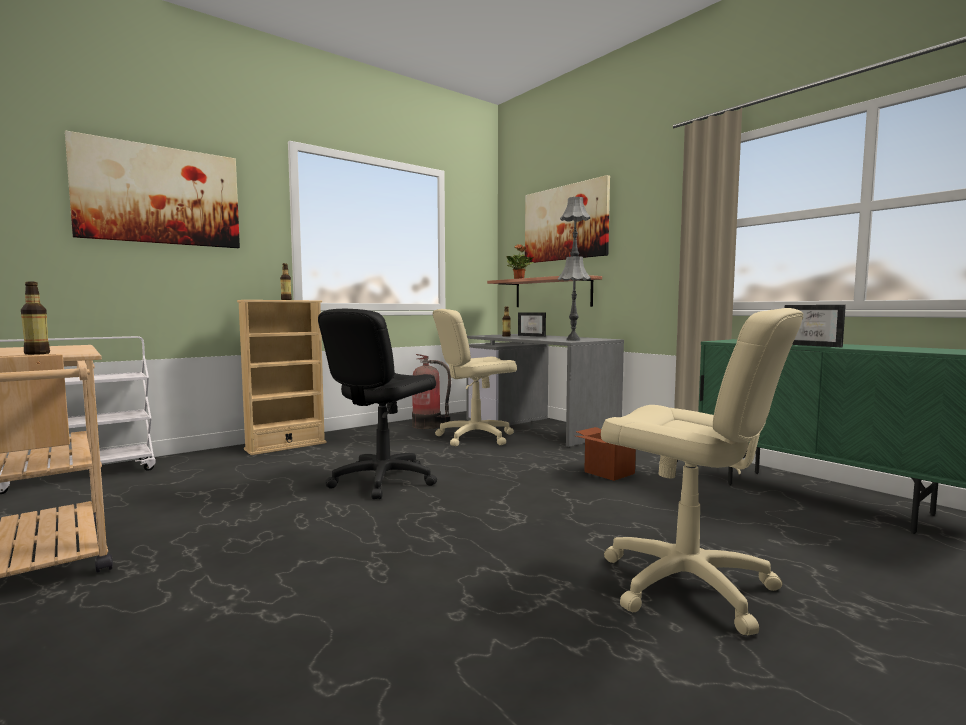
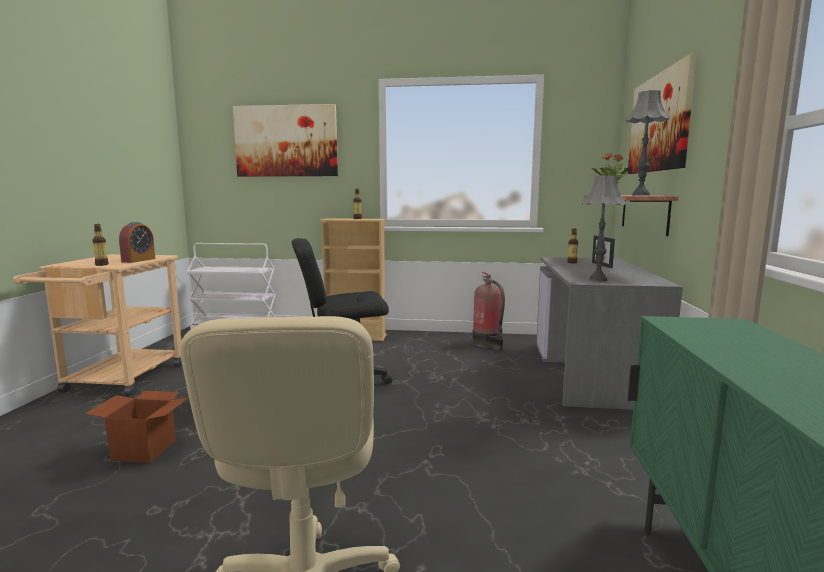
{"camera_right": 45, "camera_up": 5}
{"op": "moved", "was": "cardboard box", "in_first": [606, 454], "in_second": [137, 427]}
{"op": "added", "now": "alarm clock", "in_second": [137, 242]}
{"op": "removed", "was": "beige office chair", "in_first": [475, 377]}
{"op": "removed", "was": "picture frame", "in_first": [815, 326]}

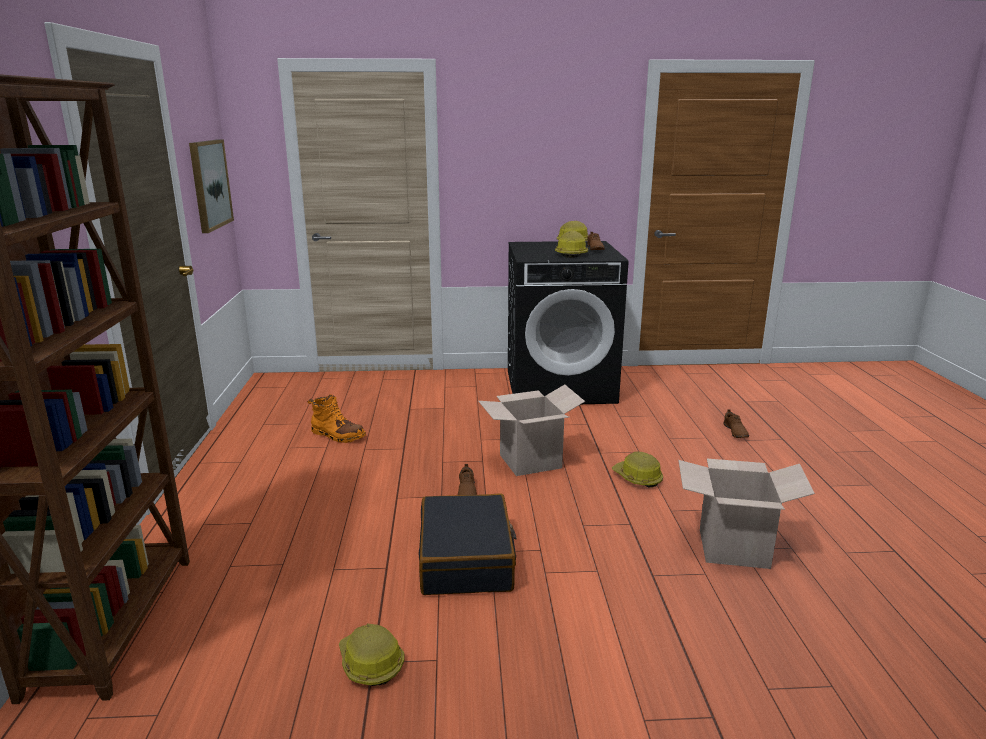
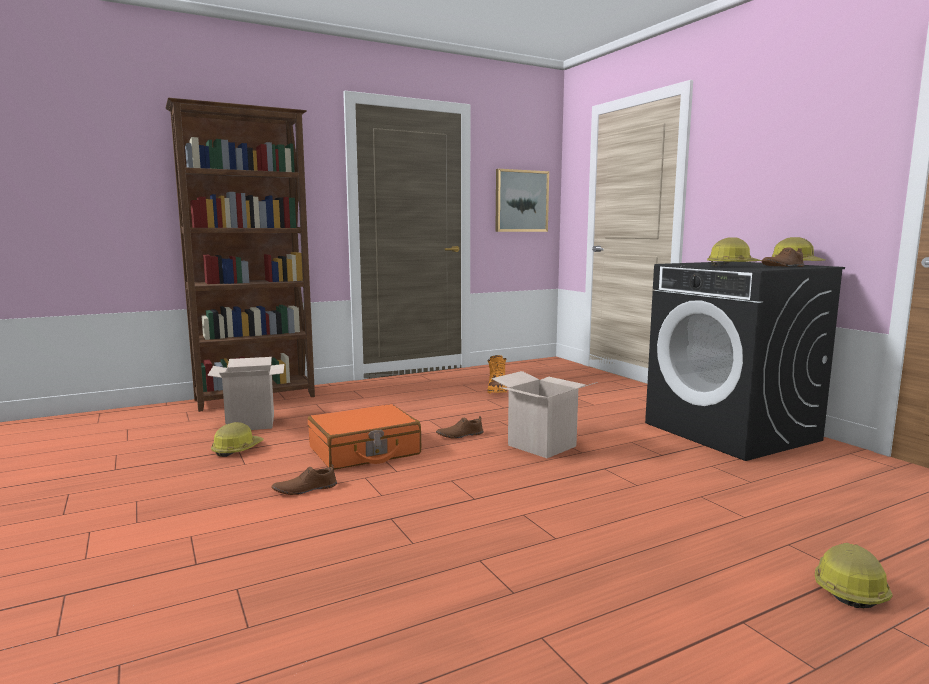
{"camera_right": 65, "camera_up": -10}
{"op": "moved", "was": "cardboard box", "in_first": [746, 514], "in_second": [245, 393]}
{"op": "moved", "was": "brown shoe", "in_first": [736, 423], "in_second": [304, 479]}
{"op": "recoloured", "was": "black suitcase", "now": "orange suitcase", "in_first": [467, 544], "in_second": [364, 437]}
{"op": "moved", "was": "hard hat", "in_first": [637, 469], "in_second": [854, 575]}

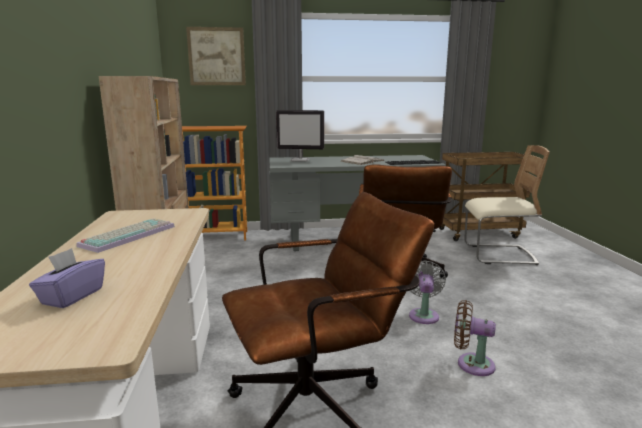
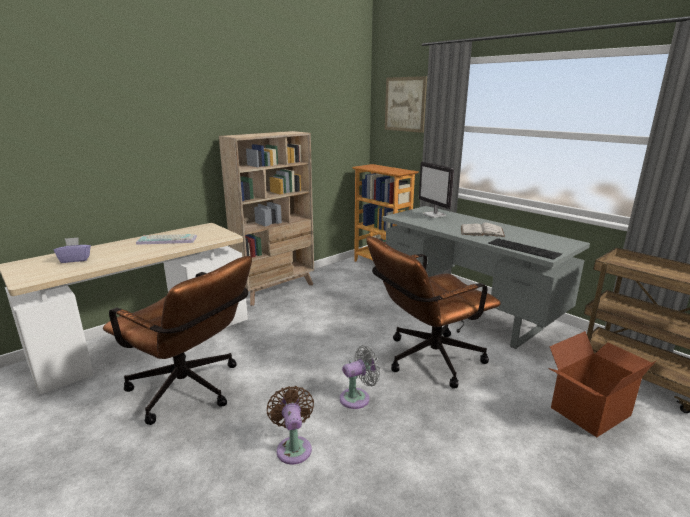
{"camera_right": 55, "camera_up": 5}
{"op": "replaced", "was": "beige chair", "now": "cardboard box", "in_first": [507, 205], "in_second": [602, 384]}

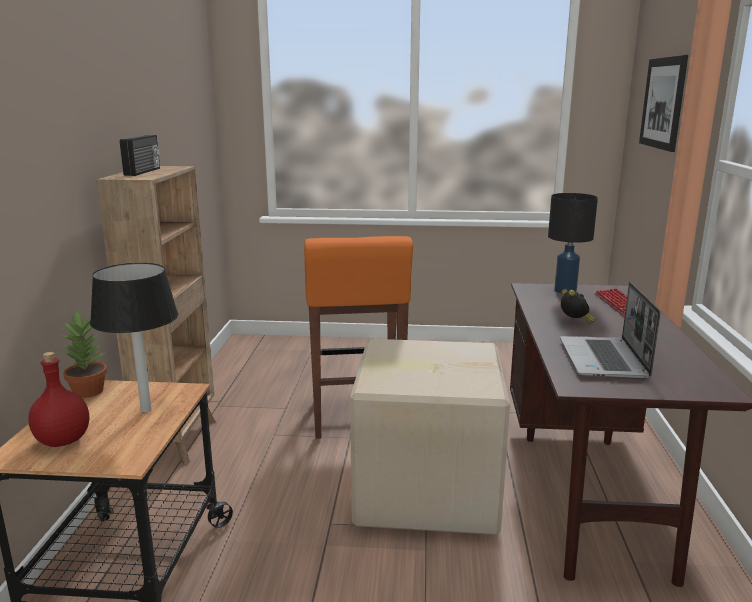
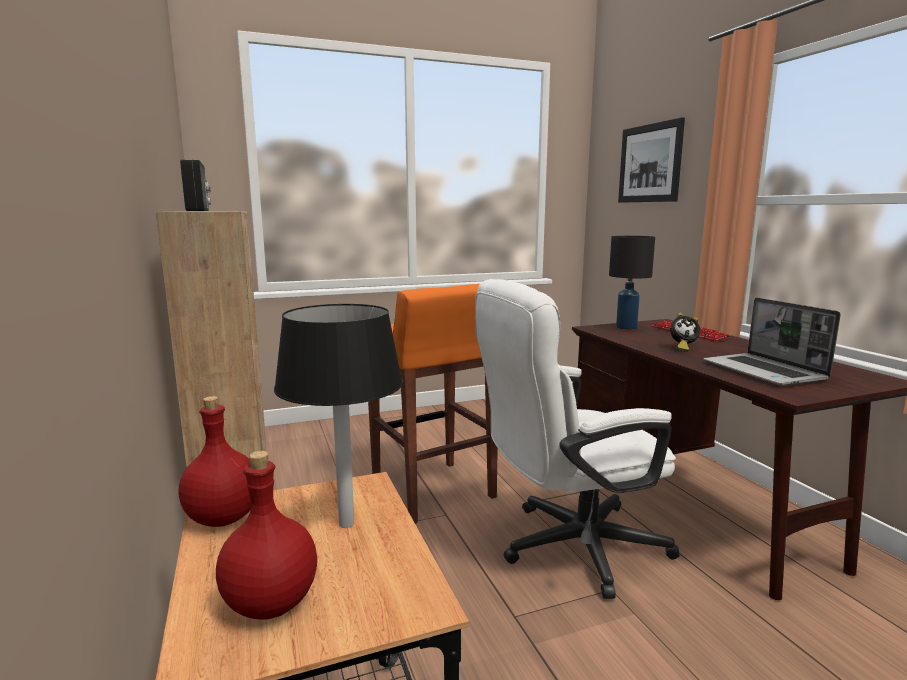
{"camera_right": -25, "camera_up": -5}
{"op": "replaced", "was": "potted plant", "now": "red bottle", "in_first": [83, 354], "in_second": [215, 461]}
{"op": "replaced", "was": "cardboard box", "now": "white office chair", "in_first": [430, 437], "in_second": [577, 439]}
{"op": "turned", "was": "alarm clock", "in_first": [578, 305], "in_second": [685, 332], "clockwise": 135}

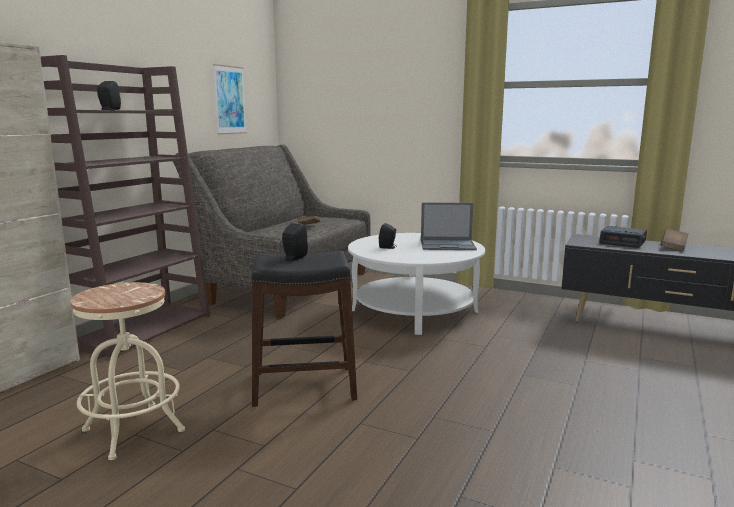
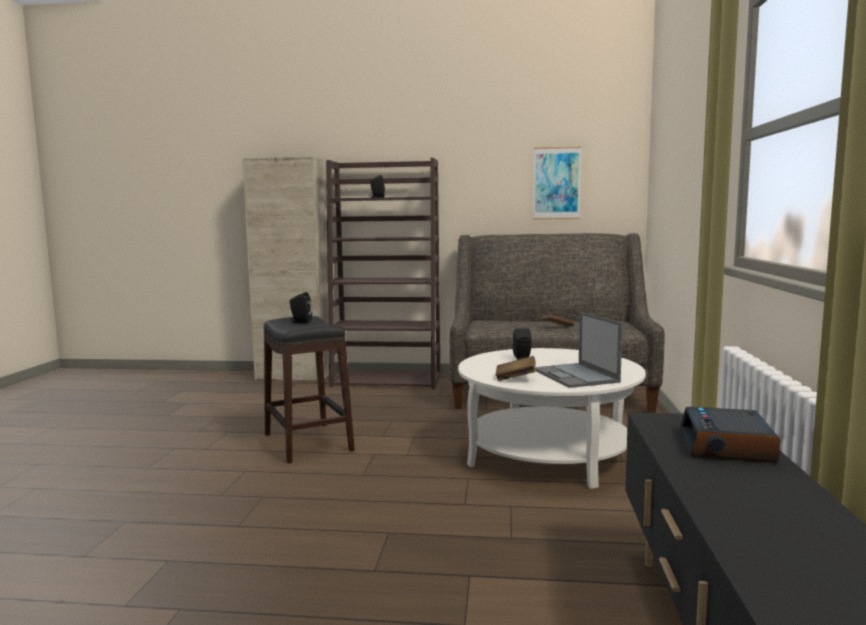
{"camera_right": 70, "camera_up": -5}
{"op": "moved", "was": "brown book", "in_first": [674, 240], "in_second": [515, 368]}
{"op": "removed", "was": "beige stool", "in_first": [127, 371]}

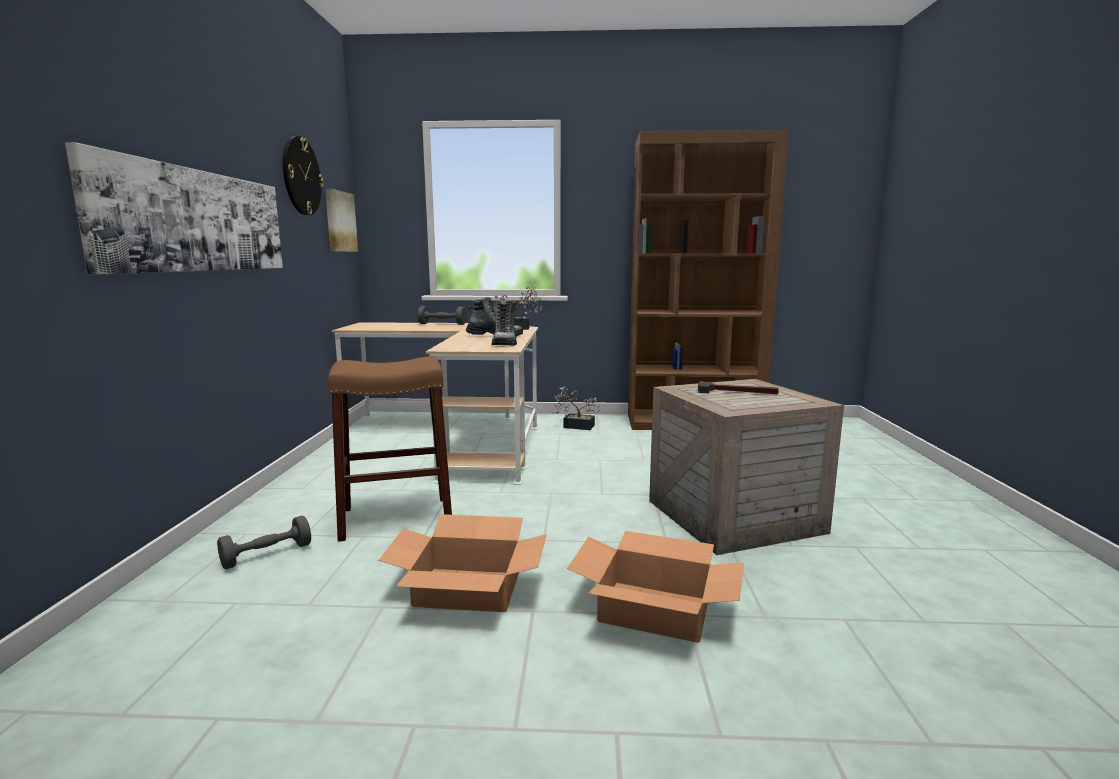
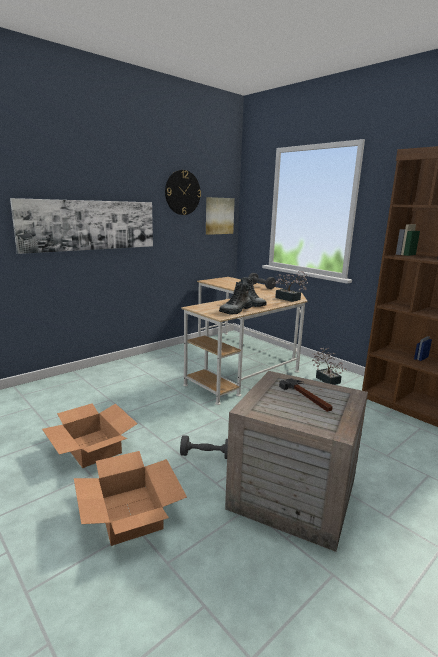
{"camera_right": 45, "camera_up": 5}
{"op": "moved", "was": "grey dumbbell", "in_first": [264, 542], "in_second": [204, 447]}
{"op": "removed", "was": "brown stool", "in_first": [390, 449]}

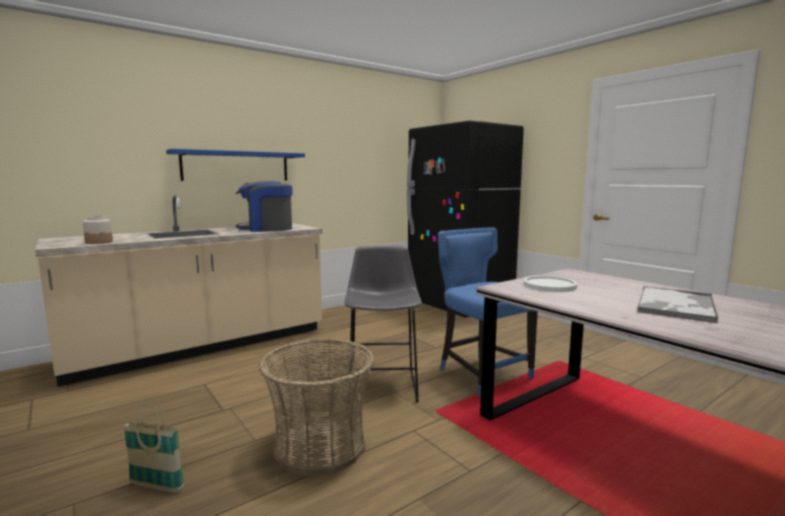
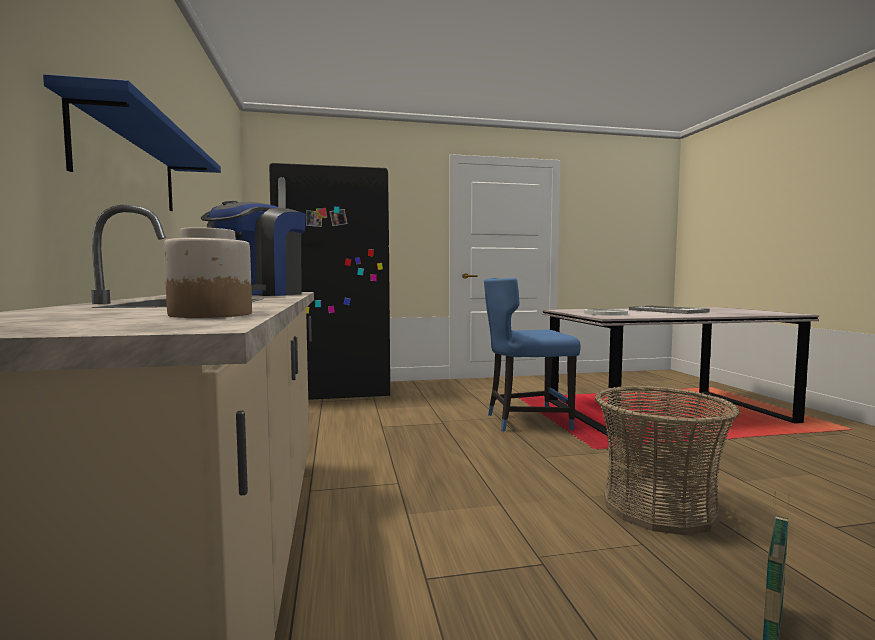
{"camera_right": -65, "camera_up": -5}
{"op": "removed", "was": "grey stool", "in_first": [383, 323]}

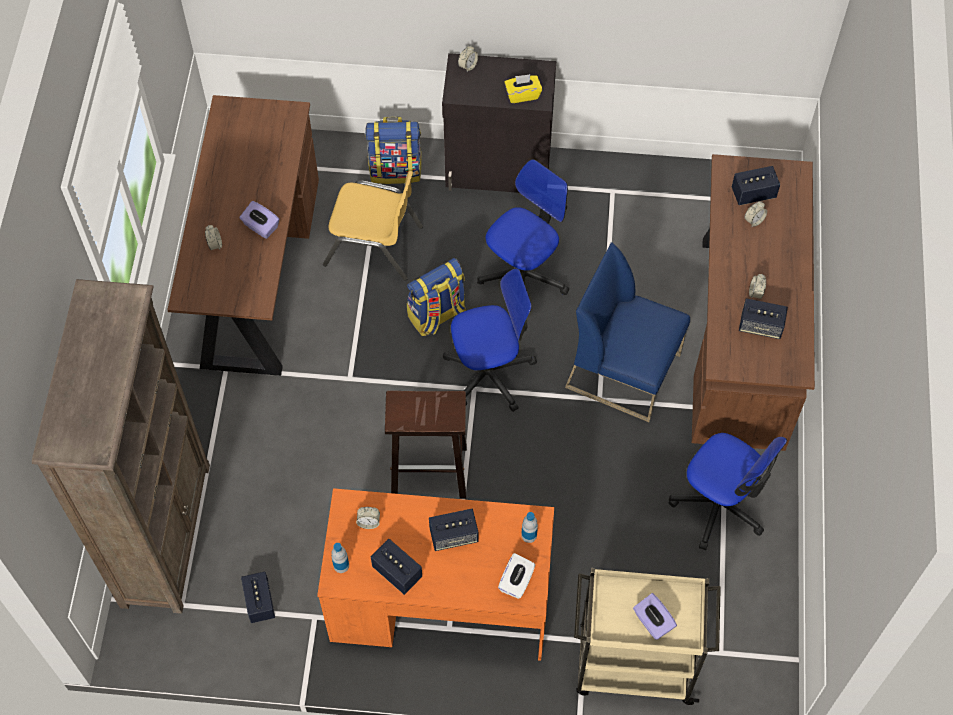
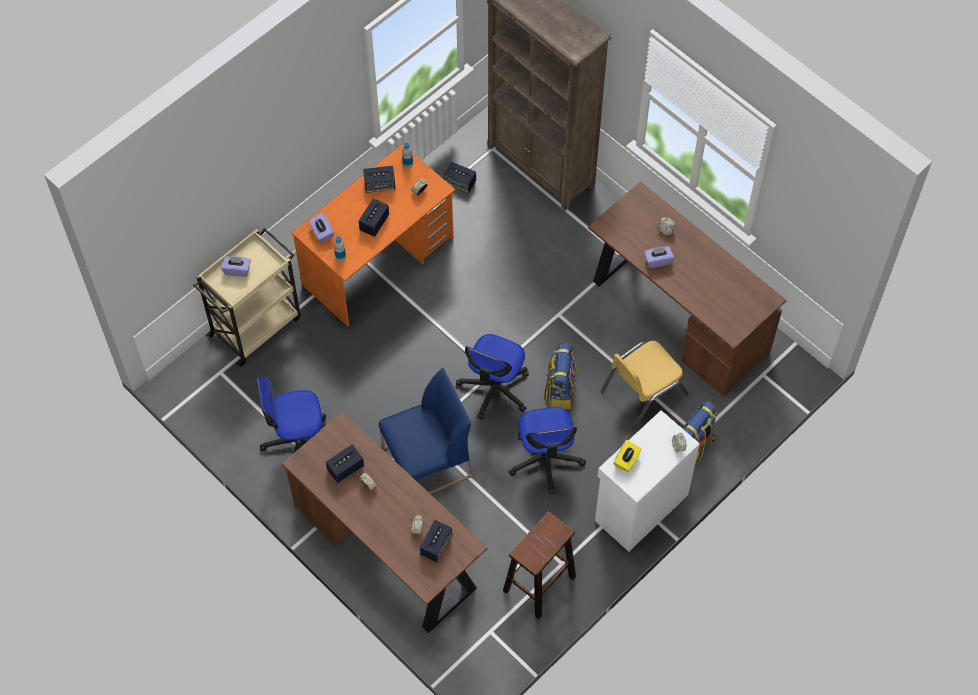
{"camera_right": 130, "camera_up": 0}
{"op": "recoloured", "was": "white tissue box", "now": "purple tissue box", "in_first": [516, 576], "in_second": [321, 227]}
{"op": "moved", "was": "brown stool", "in_first": [426, 445], "in_second": [539, 565]}
{"op": "recoloured", "was": "black cabinet", "now": "white cabinet", "in_first": [499, 123], "in_second": [647, 481]}

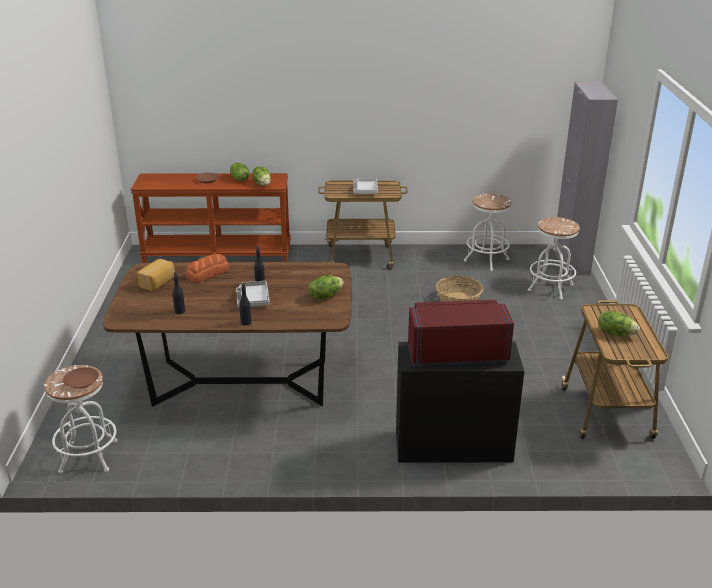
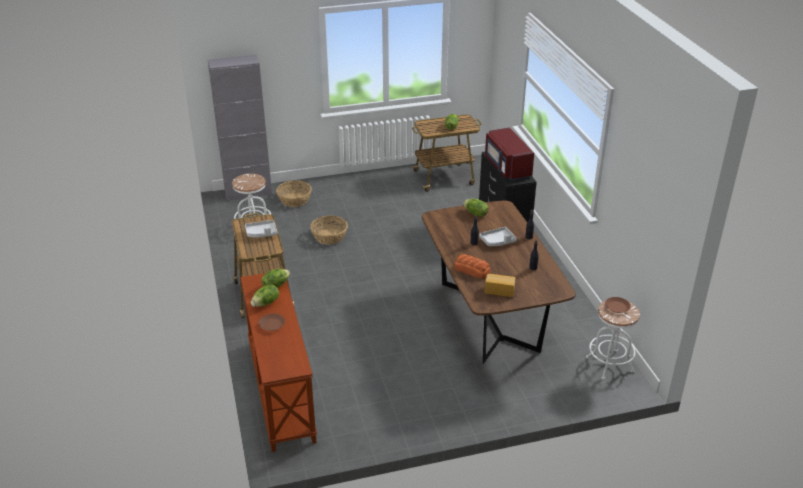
{"camera_right": -105, "camera_up": 5}
{"op": "replaced", "was": "white stool", "now": "basket", "in_first": [554, 258], "in_second": [294, 193]}

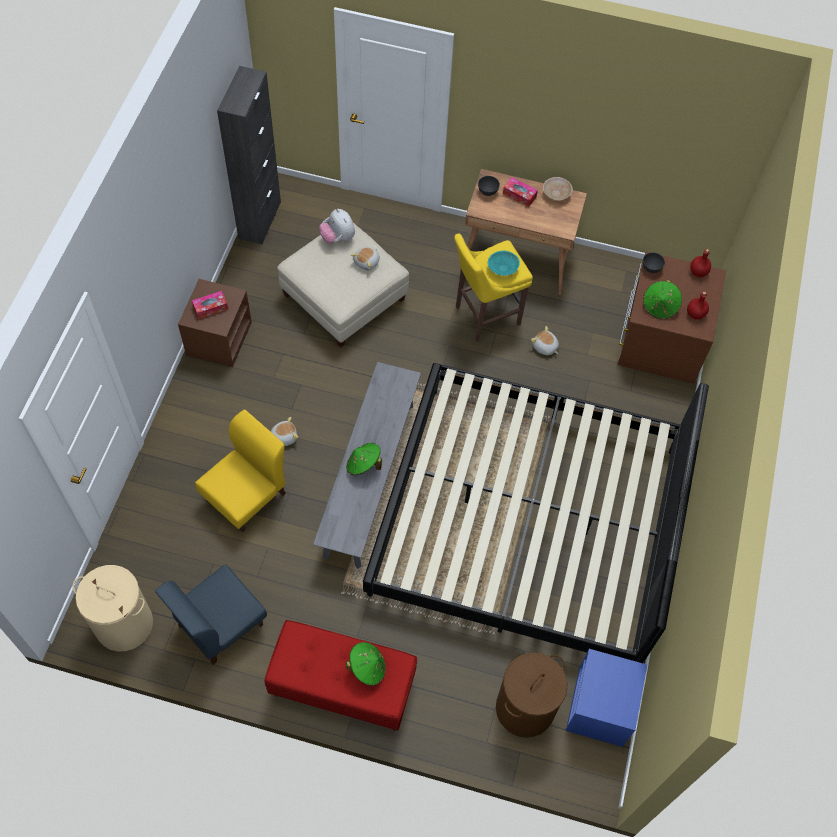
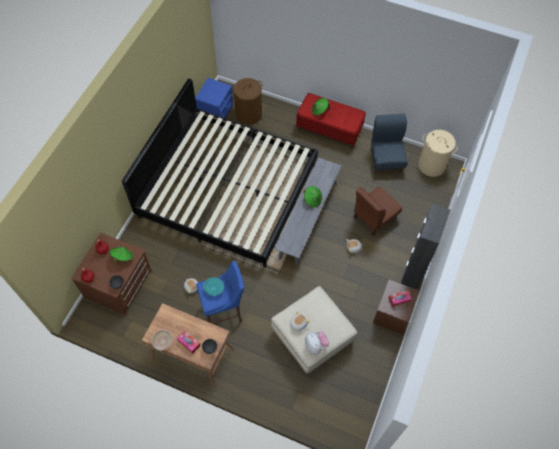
{"camera_right": -170, "camera_up": 0}
{"op": "recoloured", "was": "yellow stool", "now": "blue stool", "in_first": [493, 287], "in_second": [220, 292]}
{"op": "recoloured", "was": "yellow chair", "now": "brown chair", "in_first": [240, 471], "in_second": [377, 211]}
{"op": "turned", "was": "blue chair", "in_first": [211, 614], "in_second": [389, 144], "clockwise": -60}
{"op": "moved", "was": "black cabinet", "in_first": [249, 155], "in_second": [425, 246]}

